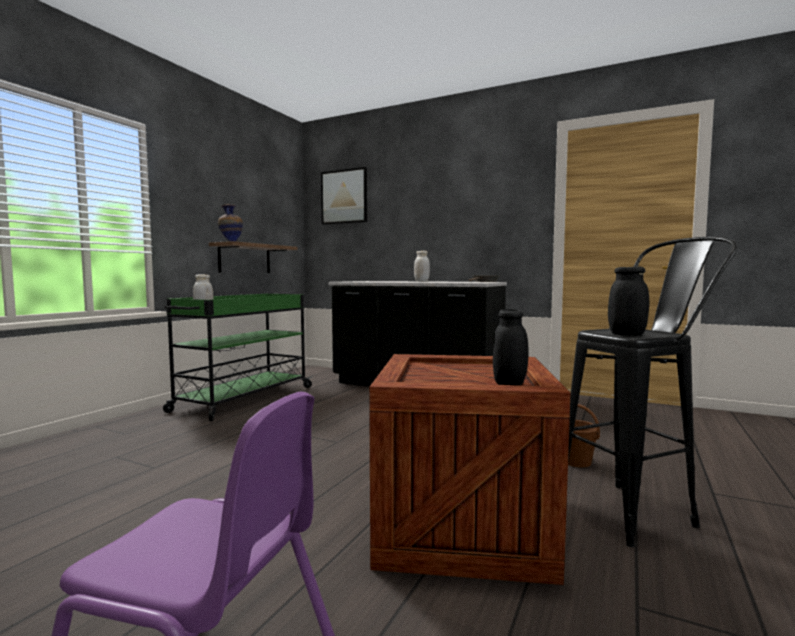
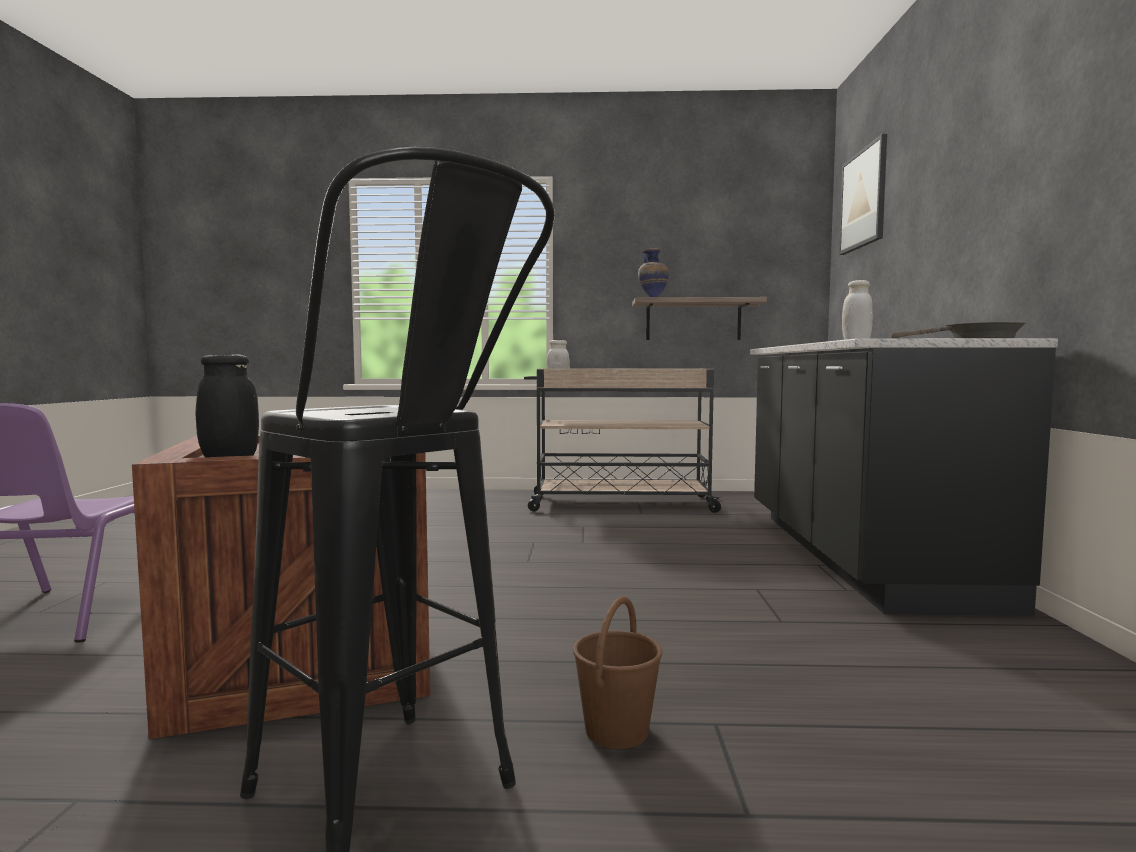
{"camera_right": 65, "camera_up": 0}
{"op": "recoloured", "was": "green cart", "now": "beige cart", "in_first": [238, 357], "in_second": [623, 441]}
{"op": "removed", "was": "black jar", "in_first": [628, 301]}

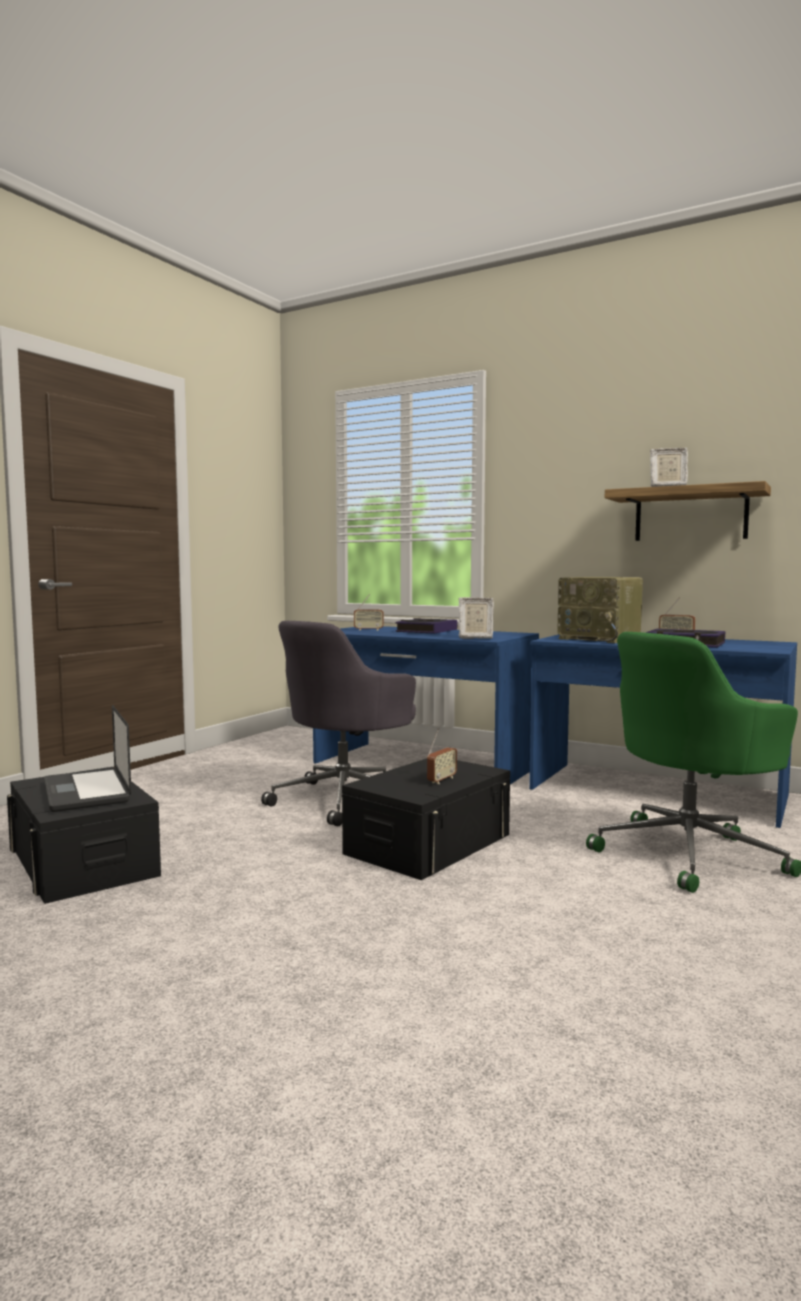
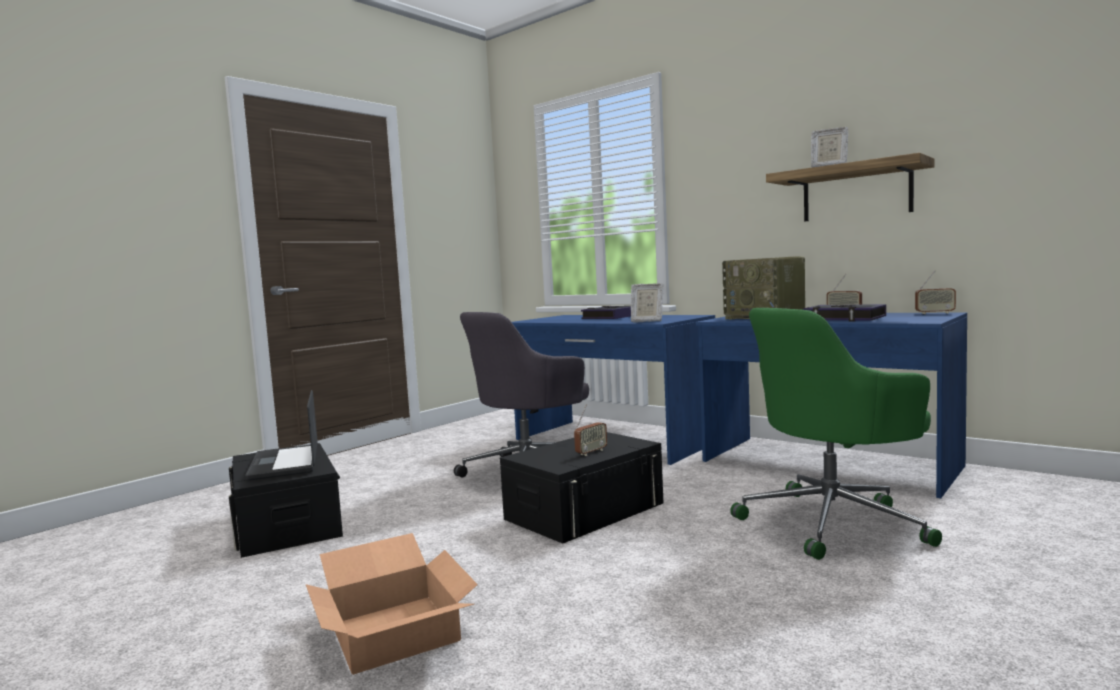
{"camera_right": 10, "camera_up": 0}
{"op": "added", "now": "cardboard box", "in_second": [392, 604]}
{"op": "moved", "was": "radio", "in_first": [369, 612], "in_second": [935, 292]}

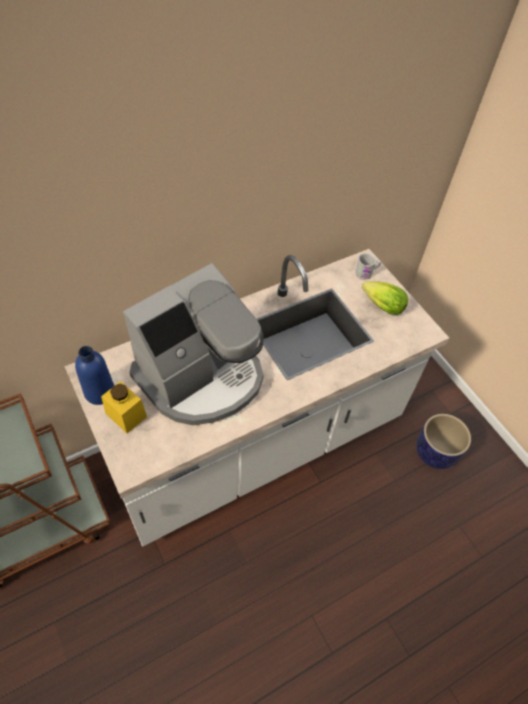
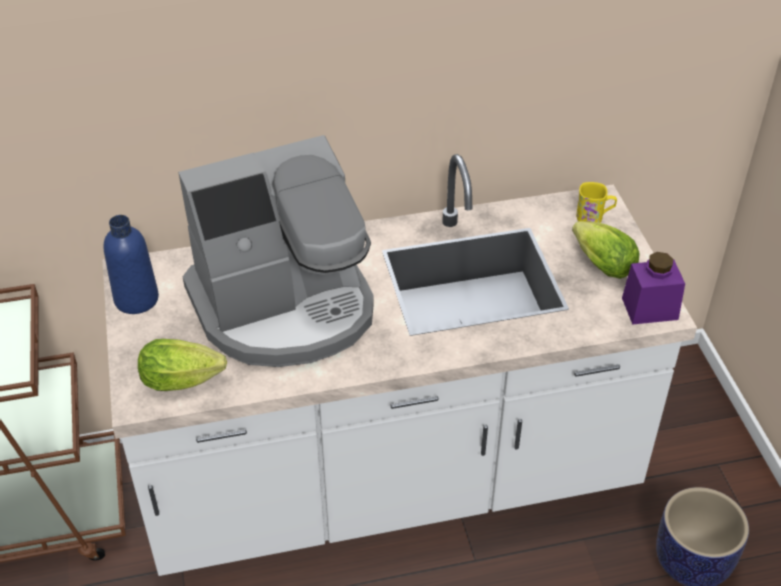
{"camera_right": 20, "camera_up": -10}
{"op": "added", "now": "lettuce", "in_second": [182, 365]}
{"op": "recoloured", "was": "white mug", "now": "yellow mug", "in_first": [368, 266], "in_second": [596, 202]}
{"op": "added", "now": "purple jar", "in_second": [653, 288]}
{"op": "removed", "was": "yellow jar", "in_first": [124, 407]}

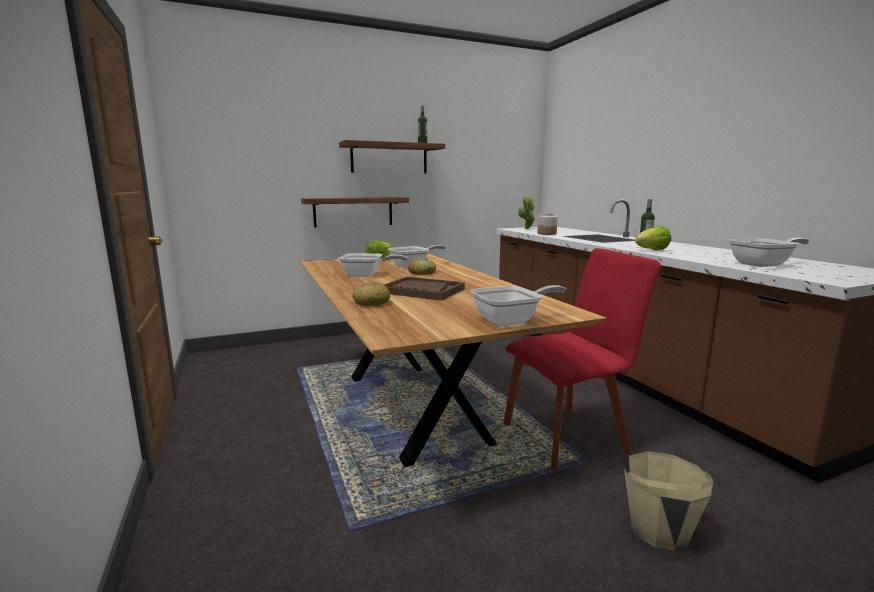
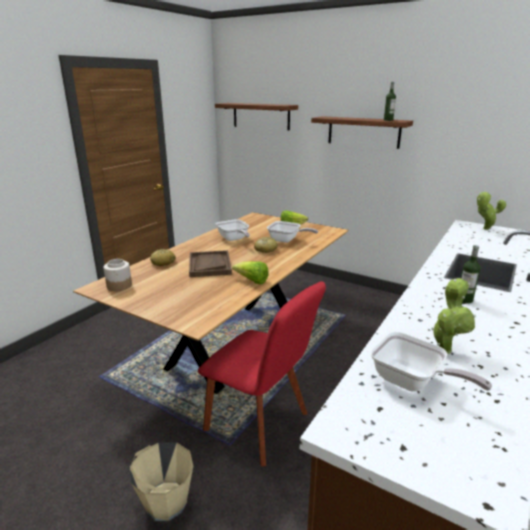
{"camera_right": 55, "camera_up": 10}
{"op": "moved", "was": "jar", "in_first": [547, 224], "in_second": [117, 275]}
{"op": "moved", "was": "shelf", "in_first": [355, 212], "in_second": [256, 116]}
{"op": "moved", "was": "lettuce", "in_first": [653, 238], "in_second": [250, 273]}
{"op": "added", "now": "potted plant", "in_second": [453, 316]}
{"op": "removed", "was": "frying pan", "in_first": [518, 305]}

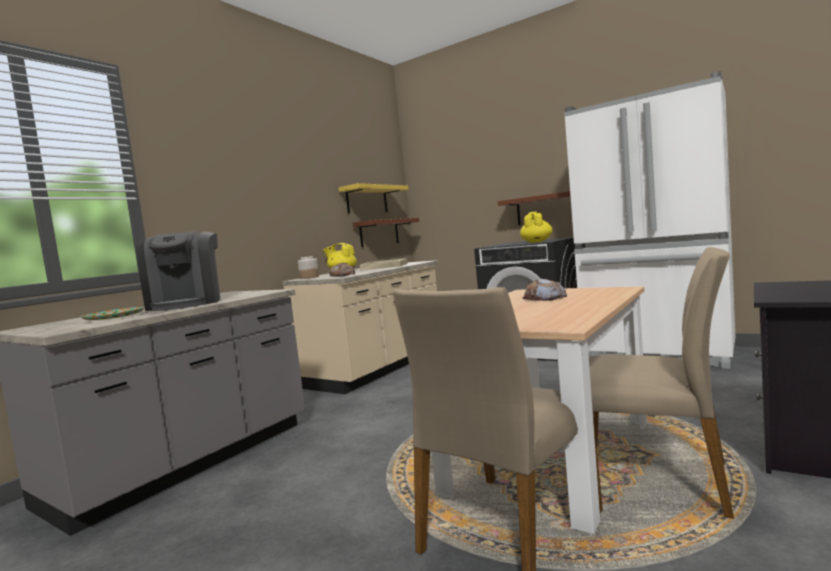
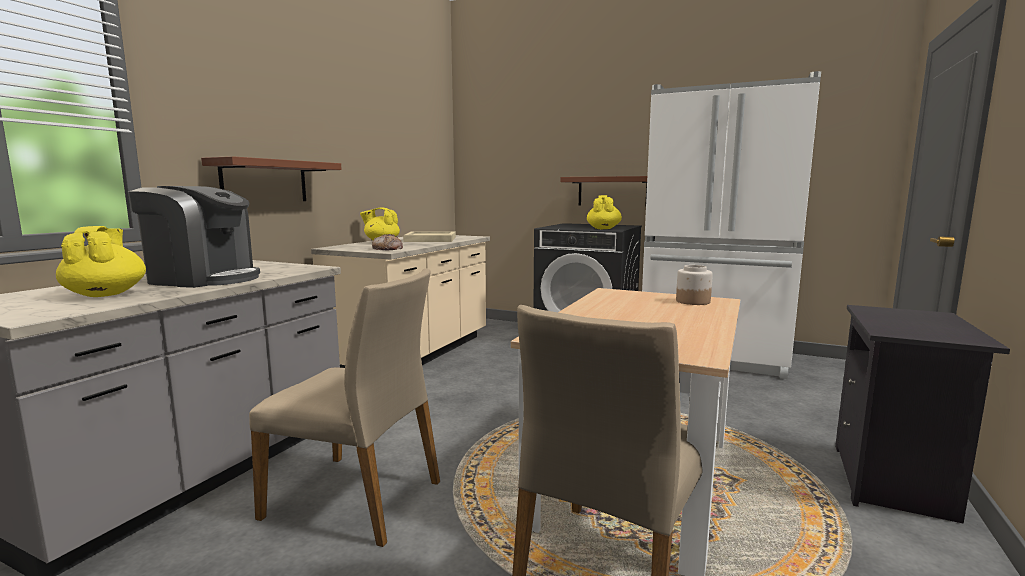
{"camera_right": -10, "camera_up": 5}
{"op": "replaced", "was": "plate", "now": "yellow teapot", "in_first": [112, 313], "in_second": [101, 261]}
{"op": "turned", "was": "coffee machine", "in_first": [178, 271], "in_second": [194, 237], "clockwise": -60}
{"op": "moved", "was": "brown shelf", "in_first": [386, 232], "in_second": [271, 178]}
{"op": "moved", "was": "beige chair", "in_first": [661, 383], "in_second": [344, 408]}
{"op": "moved", "was": "jar", "in_first": [308, 267], "in_second": [694, 285]}
{"op": "removed", "was": "yellow shelf", "in_first": [373, 198]}
{"op": "removed", "was": "bread", "in_first": [545, 290]}

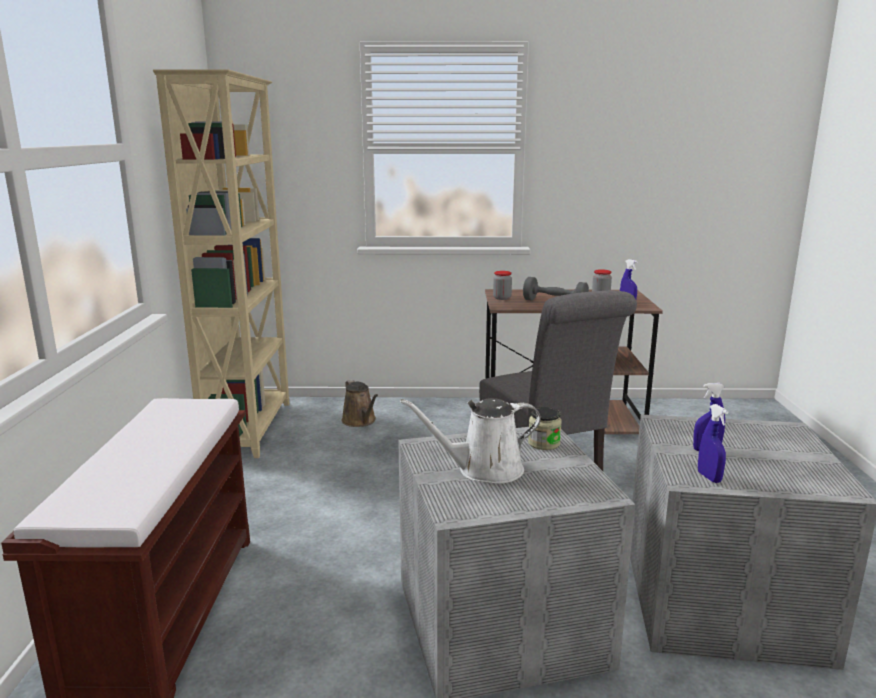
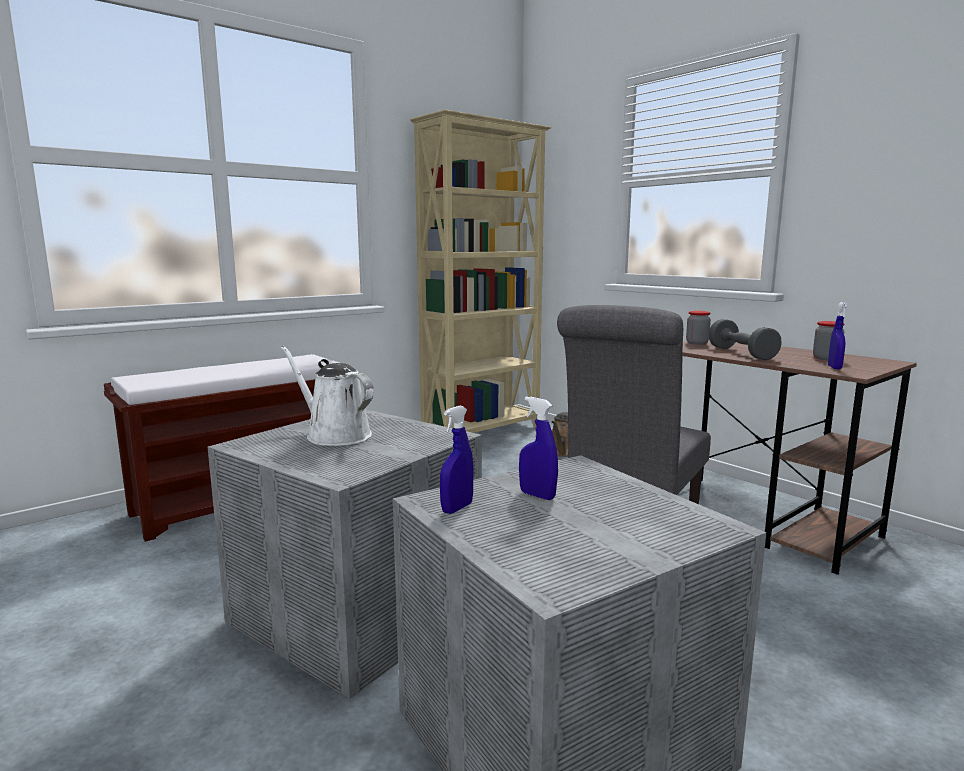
{"camera_right": 50, "camera_up": -5}
{"op": "removed", "was": "jar", "in_first": [545, 428]}

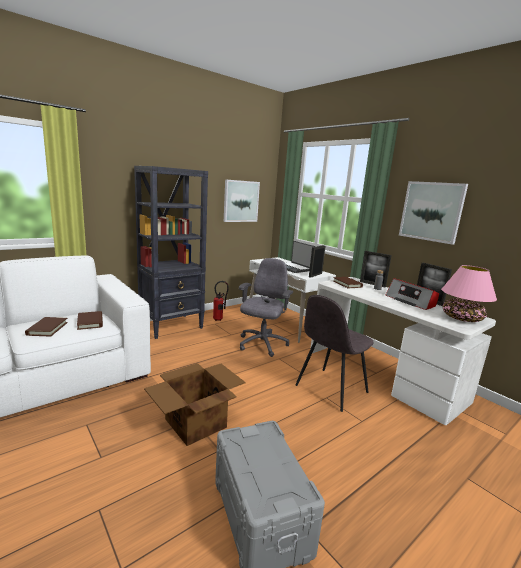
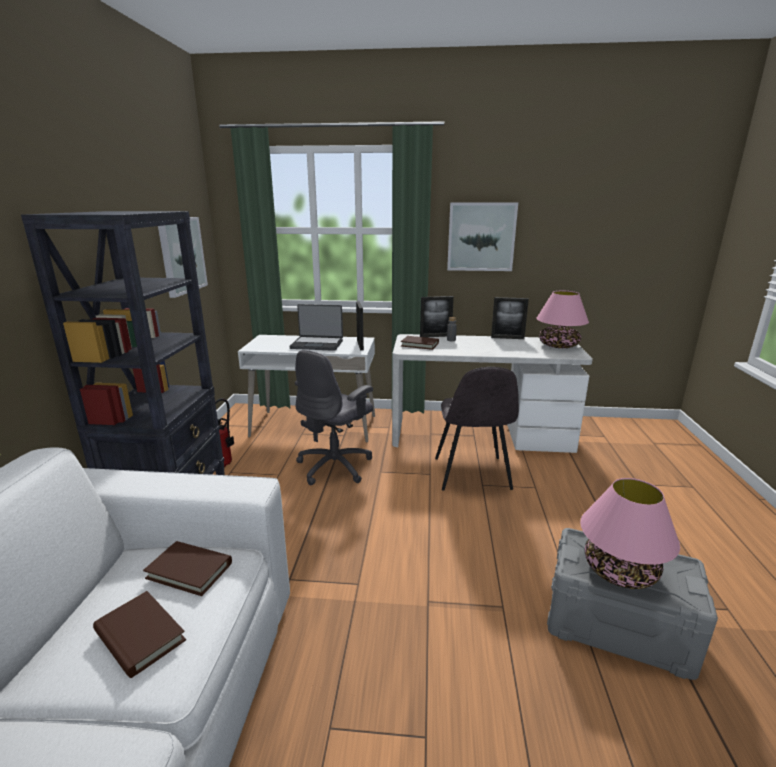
{"camera_right": -45, "camera_up": 5}
{"op": "turned", "was": "grey office chair", "in_first": [266, 307], "in_second": [334, 418], "clockwise": -120}
{"op": "added", "now": "pink table lamp", "in_second": [630, 533]}
{"op": "removed", "was": "cardboard box", "in_first": [194, 404]}
{"op": "removed", "was": "radio", "in_first": [412, 294]}

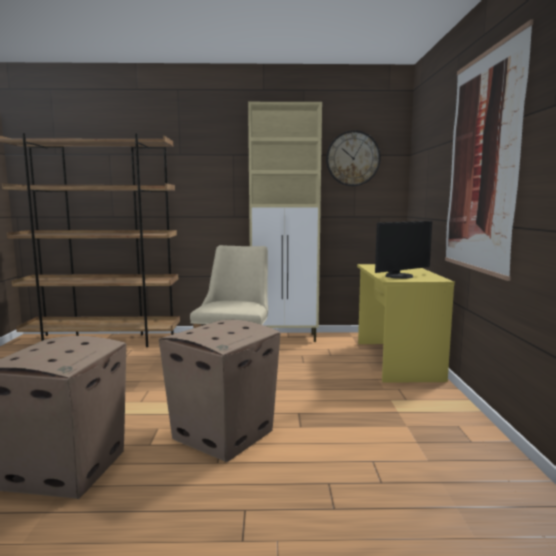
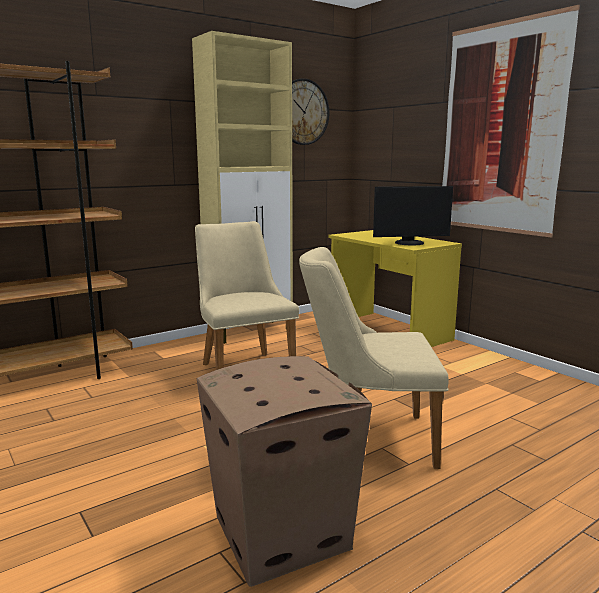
{"camera_right": -35, "camera_up": 5}
{"op": "replaced", "was": "cardboard box", "now": "beige chair", "in_first": [220, 391], "in_second": [374, 358]}
{"op": "turned", "was": "monitor", "in_first": [403, 250], "in_second": [413, 215], "clockwise": 60}

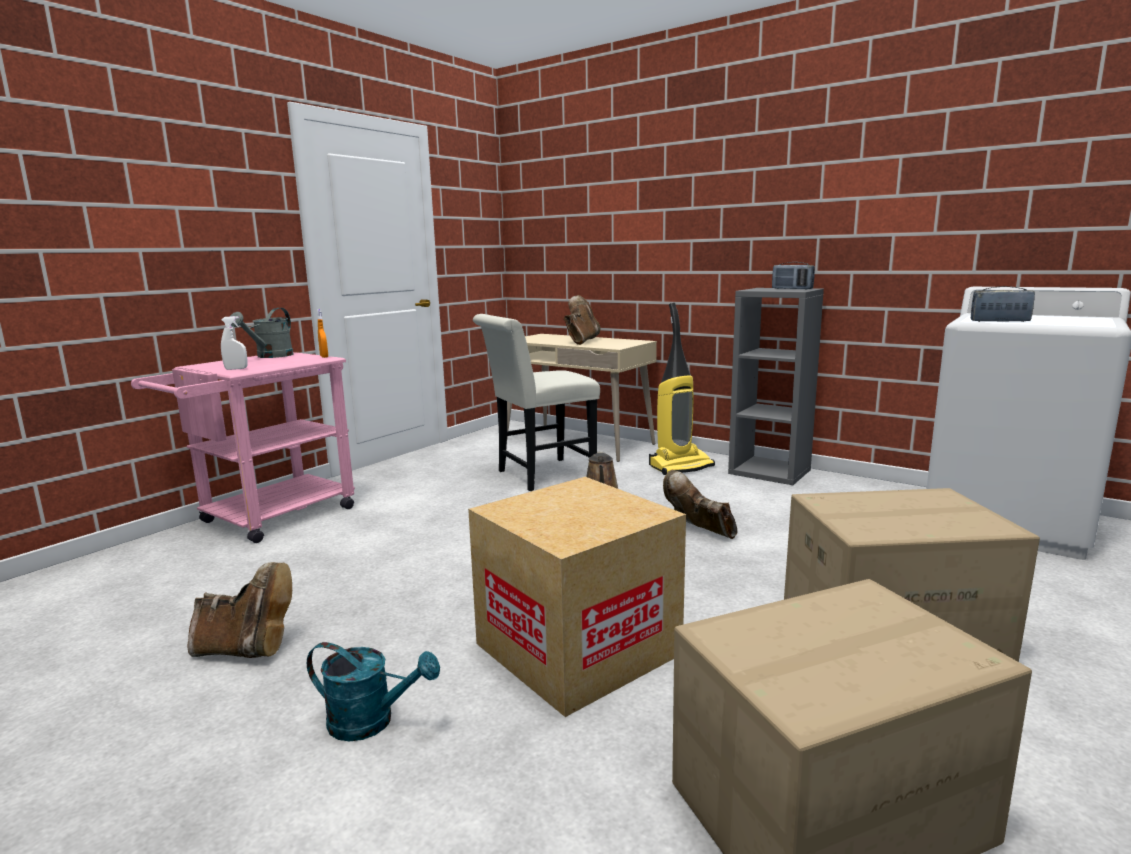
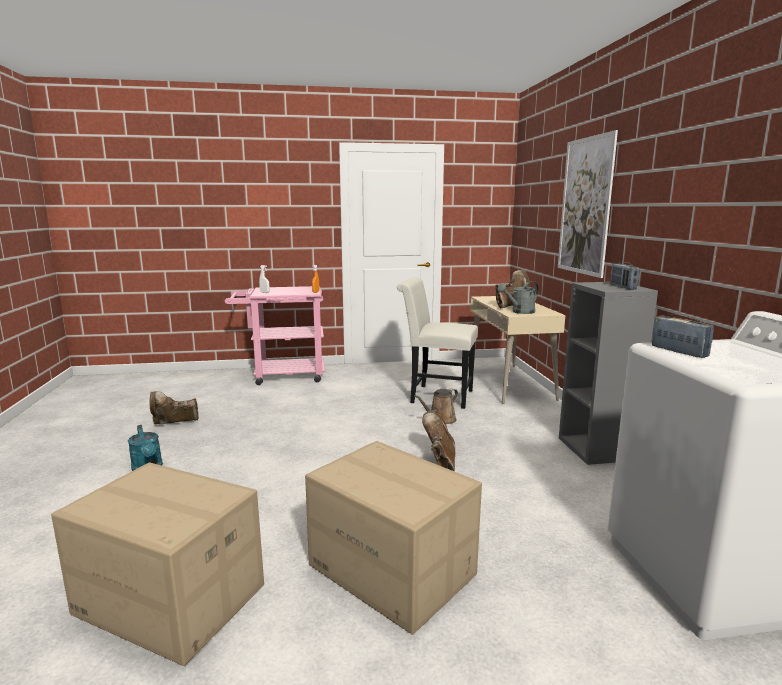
{"camera_right": 45, "camera_up": 0}
{"op": "turned", "was": "brown boot", "in_first": [240, 610], "in_second": [174, 407], "clockwise": 105}
{"op": "moved", "was": "grey watering can", "in_first": [262, 333], "in_second": [518, 297]}
{"op": "added", "now": "picture", "in_second": [588, 204]}
{"op": "removed", "was": "cardboard box", "in_first": [577, 597]}
{"op": "removed", "was": "vacuum cleaner", "in_first": [682, 389]}

